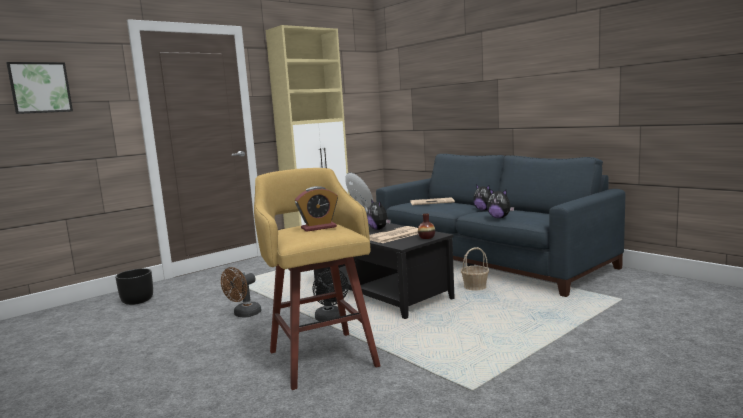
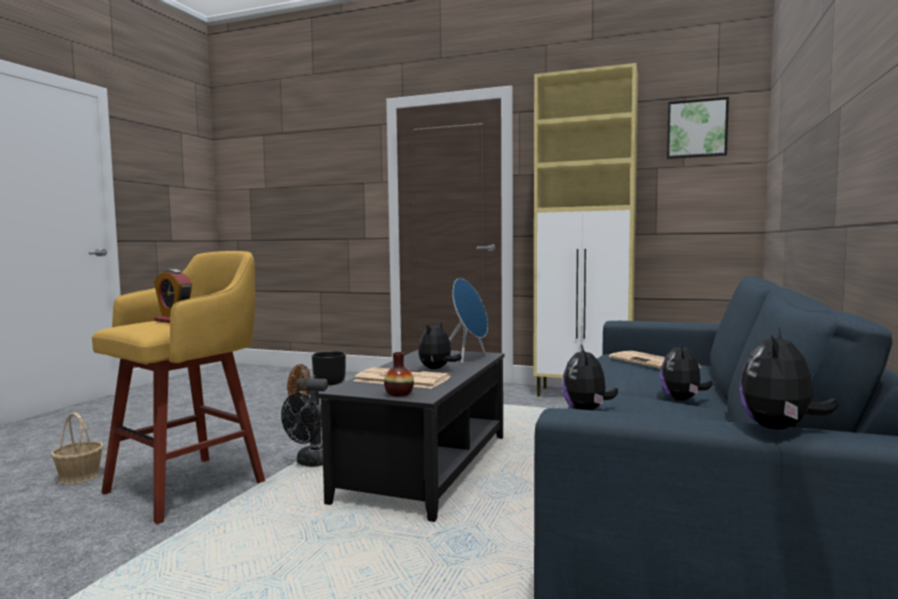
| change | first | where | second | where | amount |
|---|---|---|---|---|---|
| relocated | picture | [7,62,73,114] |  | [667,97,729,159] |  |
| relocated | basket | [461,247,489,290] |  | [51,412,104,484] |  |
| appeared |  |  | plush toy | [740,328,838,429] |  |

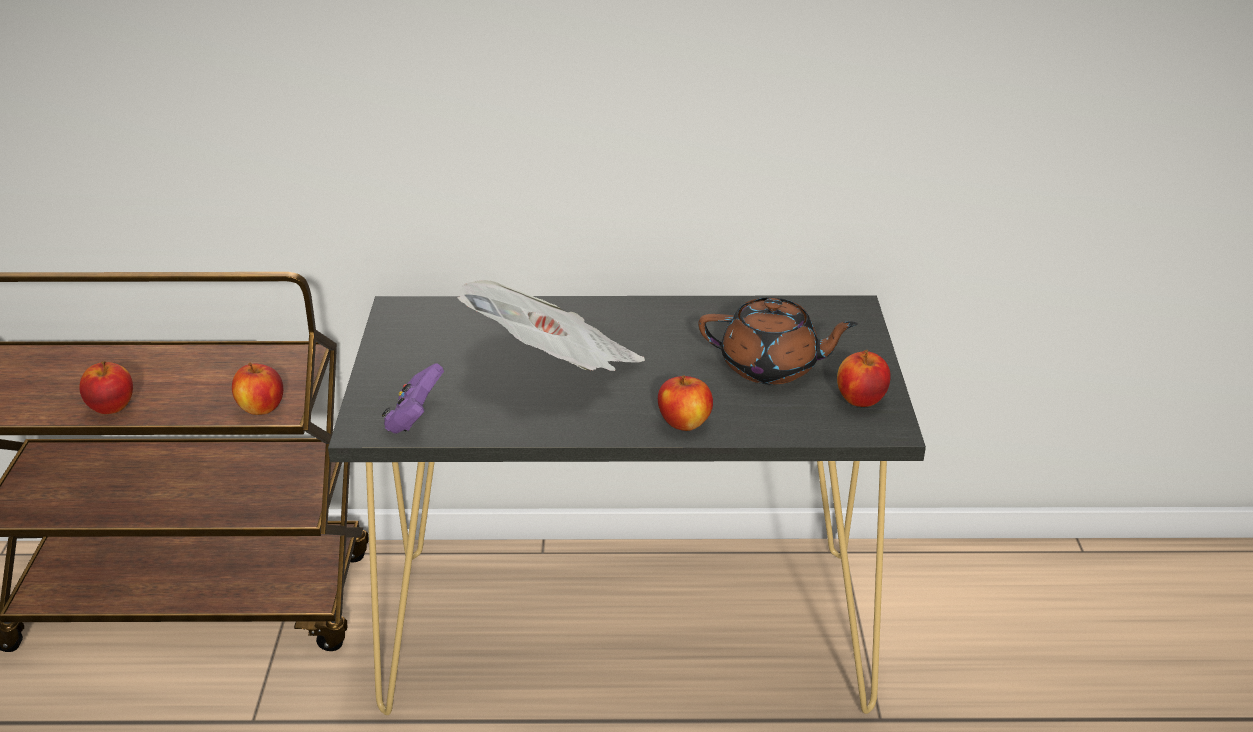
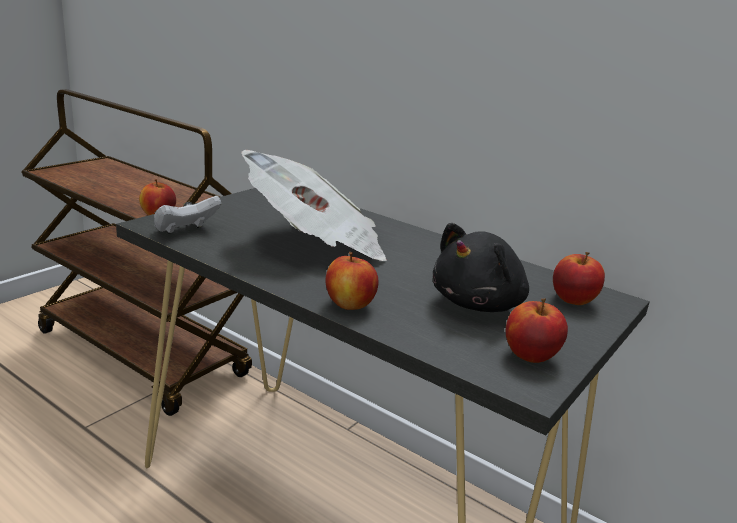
| change | first | where | second | where | amount |
|---|---|---|---|---|---|
| relocated | apple | [79,361,133,414] |  | [553,252,605,305] |  |
| colour | game controller (purple) | [382,364,444,434] | game controller (white) | [154,196,221,234] |  |
| exchanged | teapot (brown) | [699,298,858,385] | plush toy (black) | [433,223,529,312] |  |

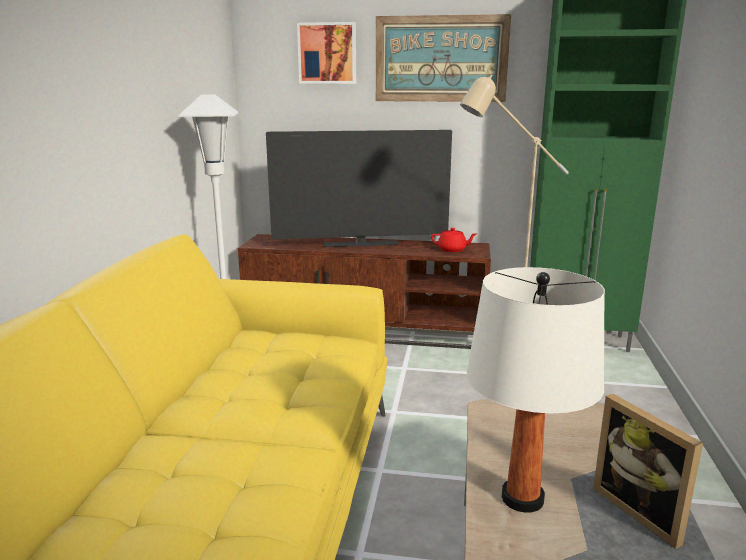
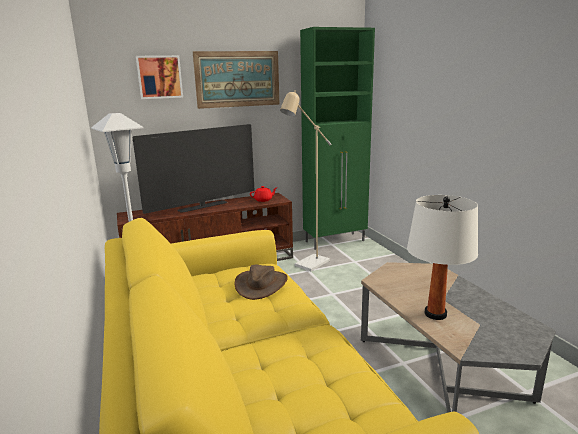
| change | first | where | second | where | amount |
|---|---|---|---|---|---|
| missing | picture frame | [593,394,703,549] |  |  |  |
| appeared |  |  | hat (brown) | [235,265,288,300] |  |

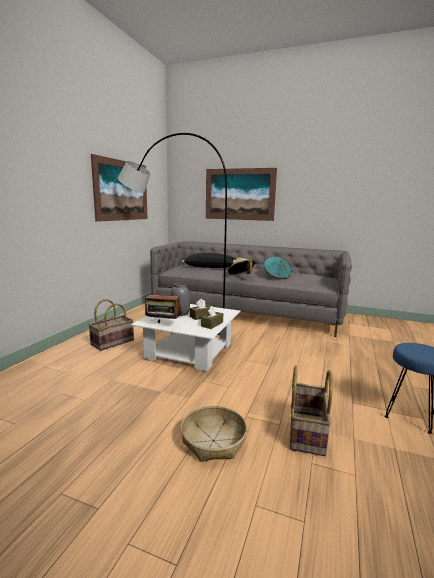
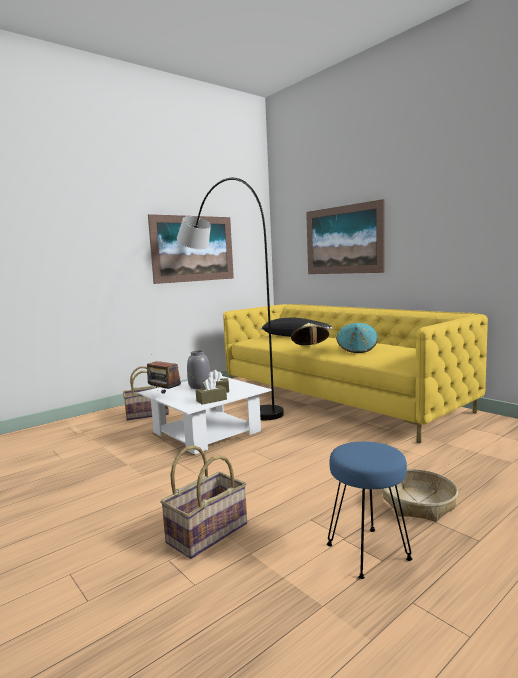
| change | first | where | second | where | amount |
|---|---|---|---|---|---|
| colour | sofa (grey) | [150,241,352,337] | sofa (yellow) | [223,304,488,443] |  |
| relocated | basket | [181,406,247,462] |  | [382,469,458,522] |  |

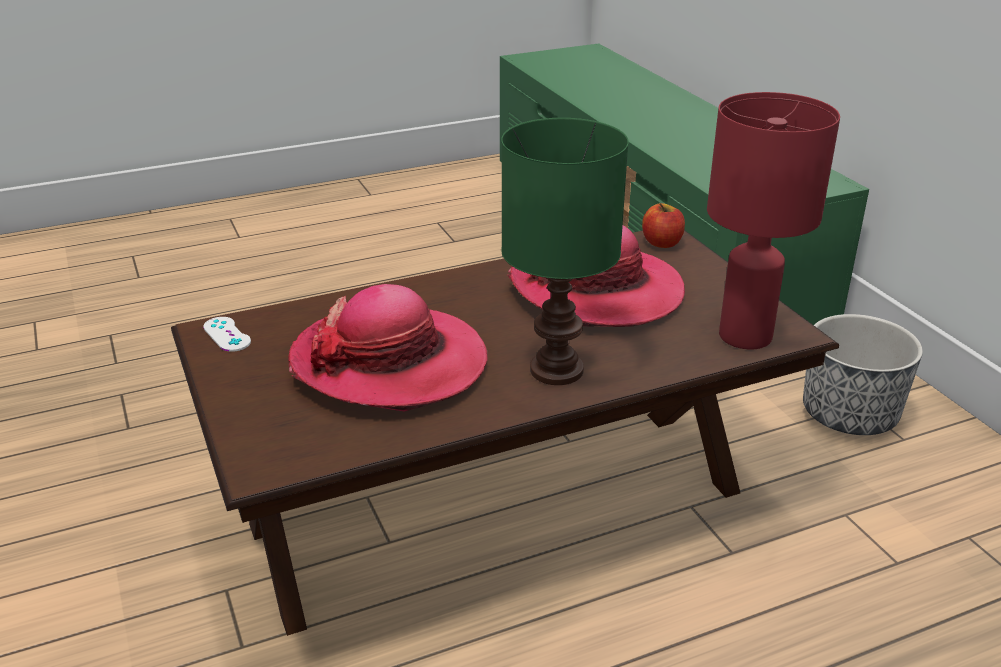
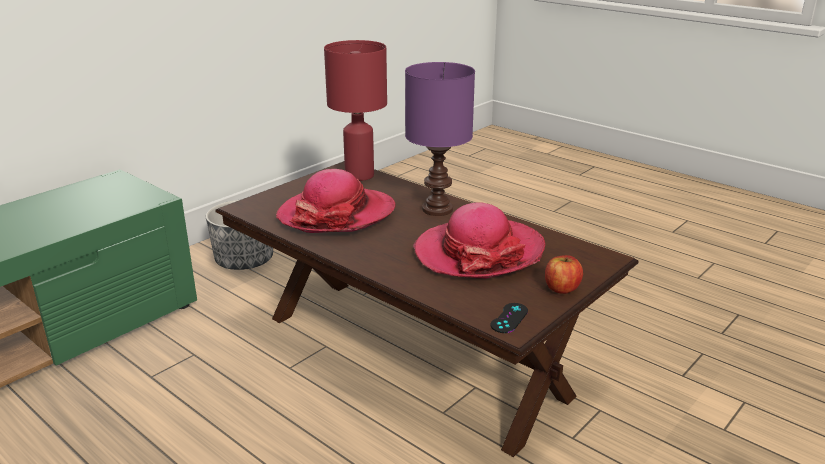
| change | first | where | second | where | amount |
|---|---|---|---|---|---|
| colour | game controller (white) | [203,317,251,352] | game controller (black) | [491,303,528,333] |  |
| colour | table lamp (green) | [501,118,629,385] | table lamp (purple) | [405,62,475,216] |  |
| relocated | apple | [642,203,685,248] |  | [545,255,583,294] |  |

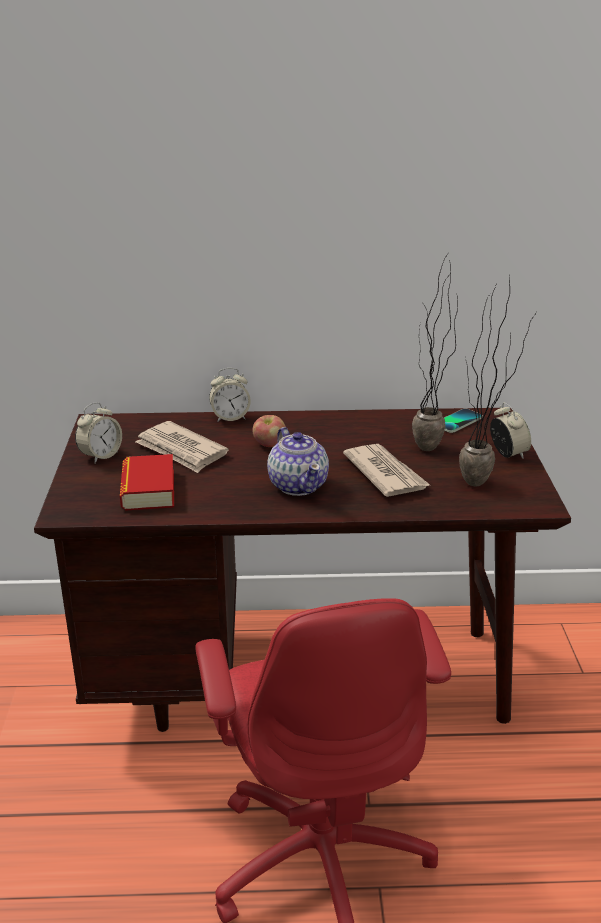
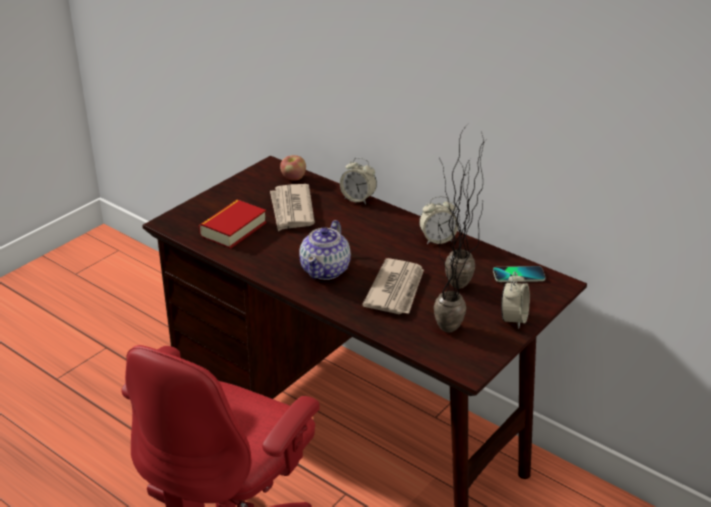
| change | first | where | second | where | amount |
|---|---|---|---|---|---|
| relocated | alarm clock | [75,402,122,464] |  | [419,196,458,244] |  |
| relocated | apple | [253,415,286,447] |  | [280,155,306,181] |  |

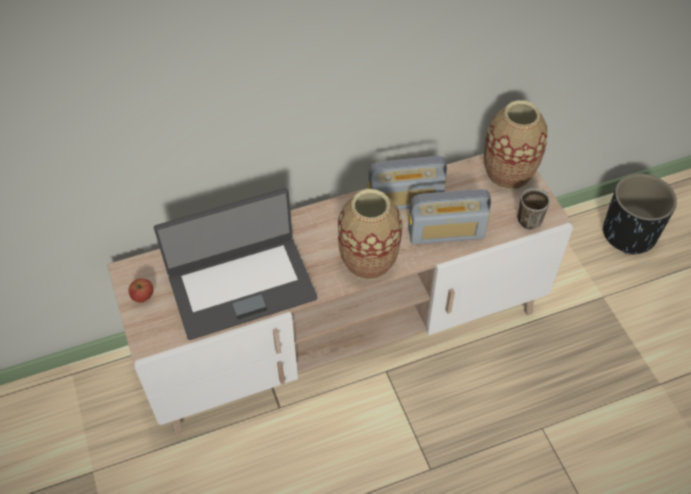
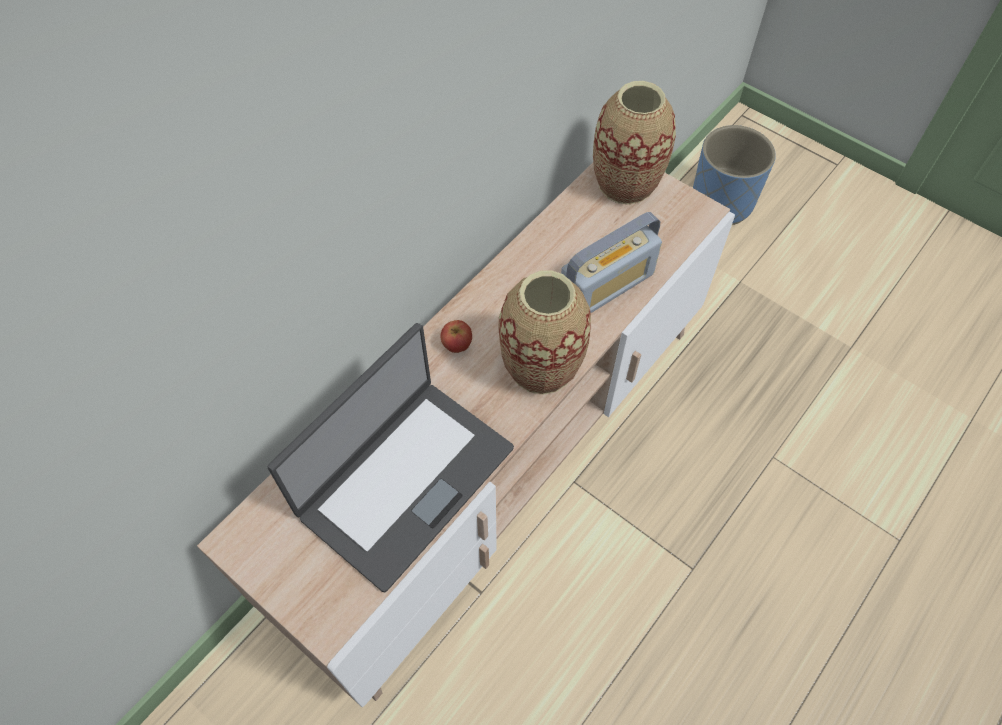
| change | first | where | second | where | amount |
|---|---|---|---|---|---|
| relocated | apple | [128,278,154,303] |  | [440,320,472,353] |  |
| missing | radio | [368,156,447,210] |  |  |  |
| missing | mug | [517,188,550,229] |  |  |  |
| colour | planter (black) | [603,173,677,255] | planter (blue) | [693,125,776,225] |  |

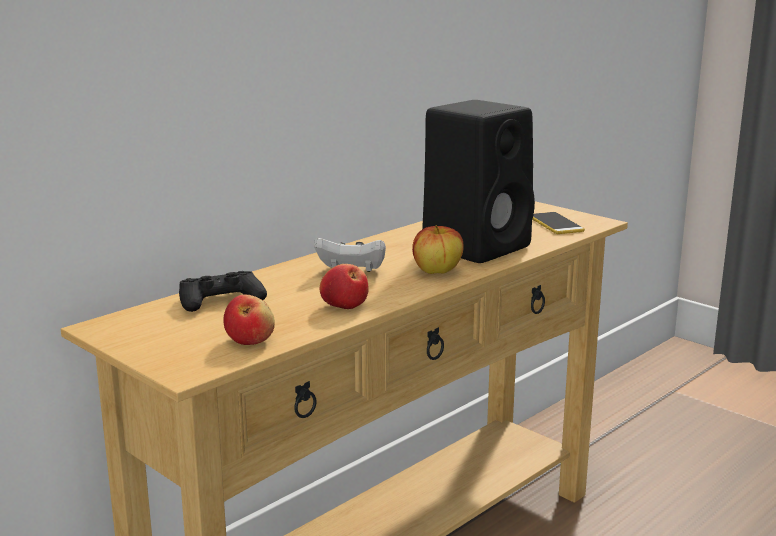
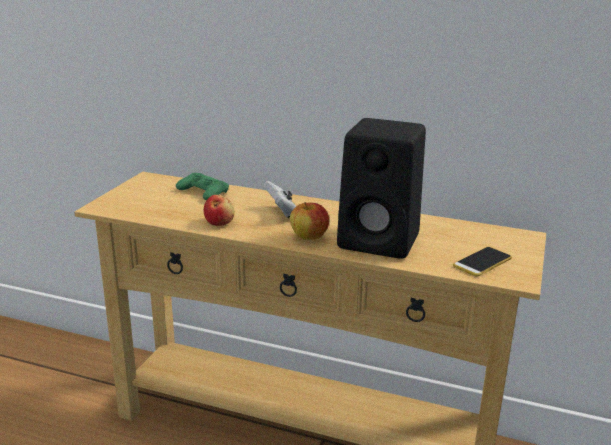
| change | first | where | second | where | amount |
|---|---|---|---|---|---|
| colour | game controller (black) | [179,271,267,312] | game controller (green) | [176,173,229,200] |  |
| missing | apple | [223,295,275,345] |  |  |  |

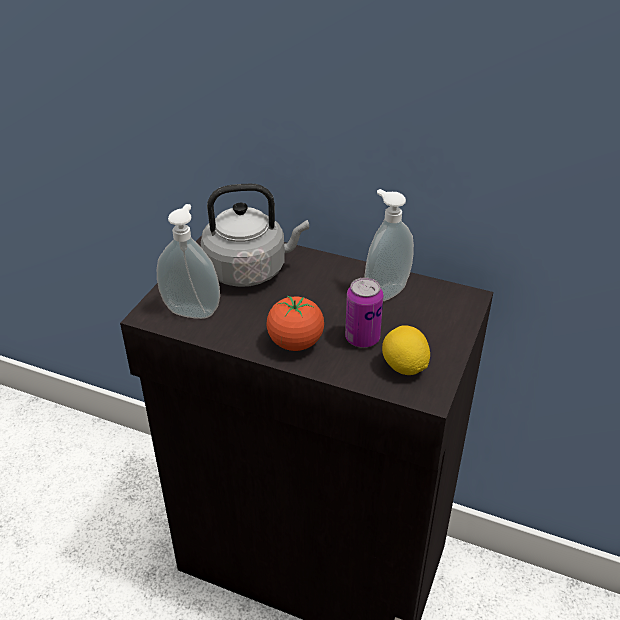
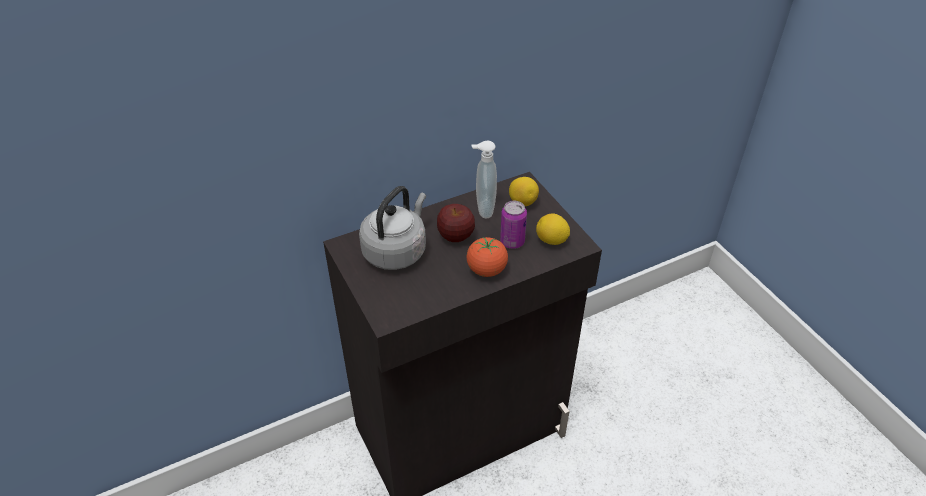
| change | first | where | second | where | amount |
|---|---|---|---|---|---|
| missing | soap dispenser | [157,204,220,319] |  |  |  |
| appeared |  |  | apple | [437,204,475,242] |  |
| appeared |  |  | lemon | [509,177,539,206] |  |

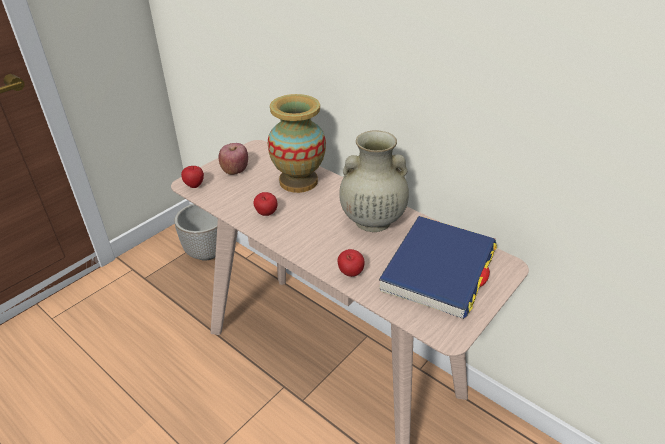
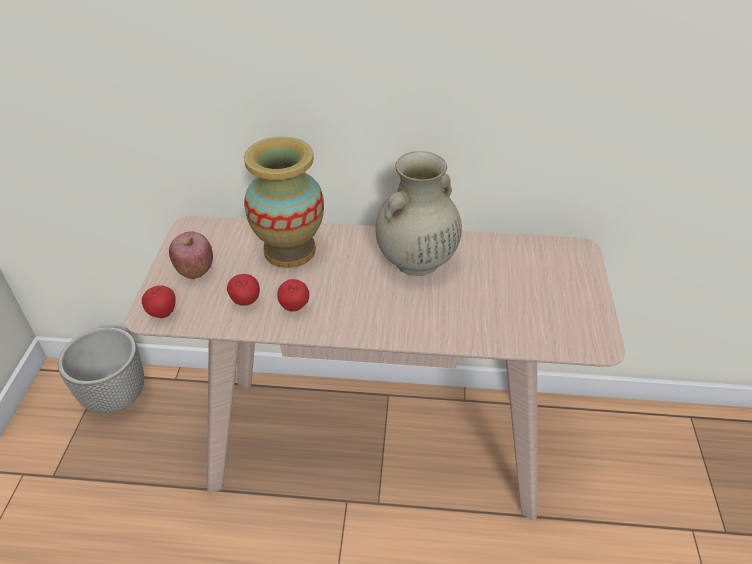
| change | first | where | second | where | amount |
|---|---|---|---|---|---|
| relocated | apple | [337,249,364,277] |  | [227,274,260,305] |  |
| missing | book (blue) | [379,216,497,319] |  |  |  |

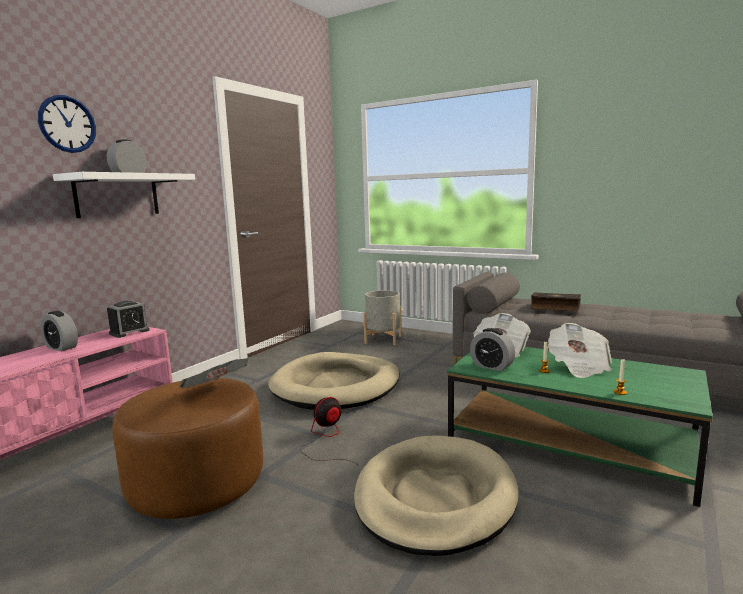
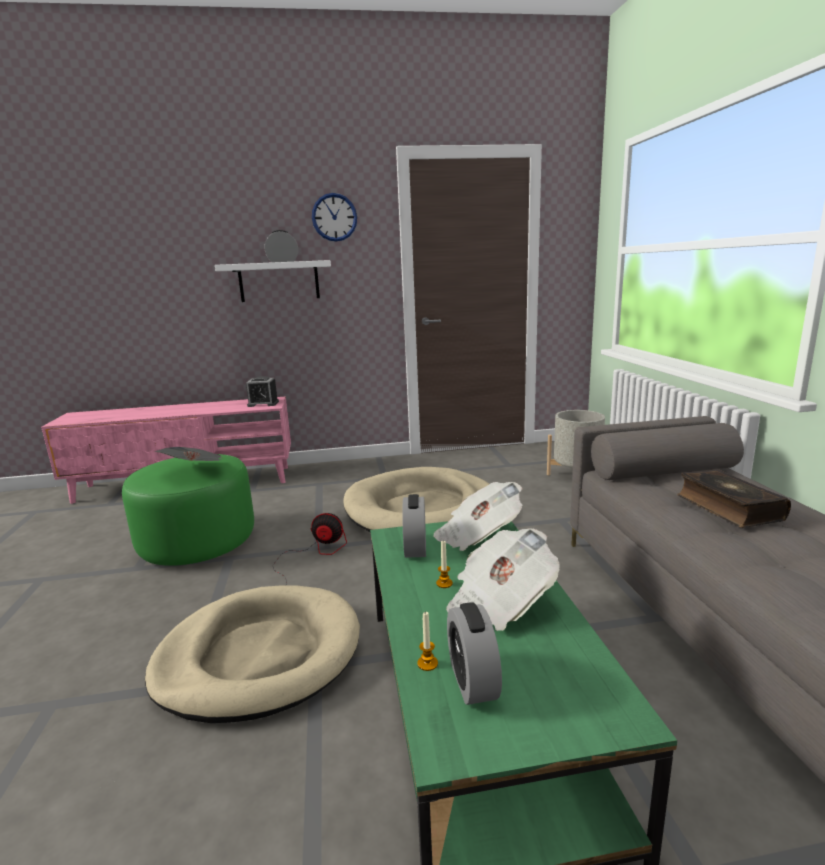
| change | first | where | second | where | amount |
|---|---|---|---|---|---|
| relocated | wall clock | [38,95,96,153] |  | [312,193,357,242] |  |
| relocated | alarm clock | [41,311,78,351] |  | [447,602,502,705] |  |
| colour | ottoman (brown) | [112,378,263,519] | ottoman (green) | [122,454,254,566] |  |

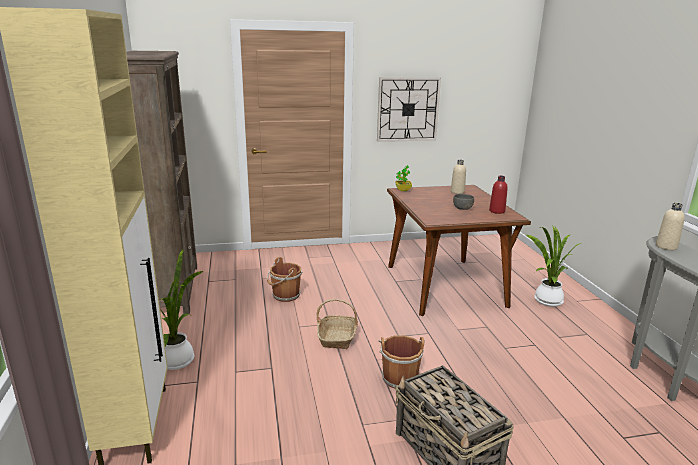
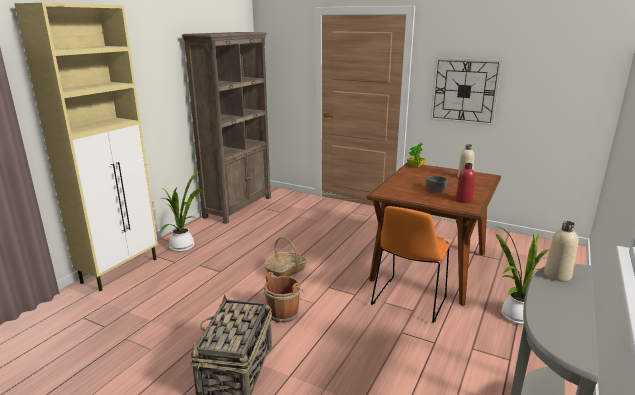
| change | first | where | second | where | amount |
|---|---|---|---|---|---|
| missing | bucket (brown) | [267,257,303,302] |  |  |  |
| appeared |  |  | chair (orange) | [371,206,449,323] |  |

